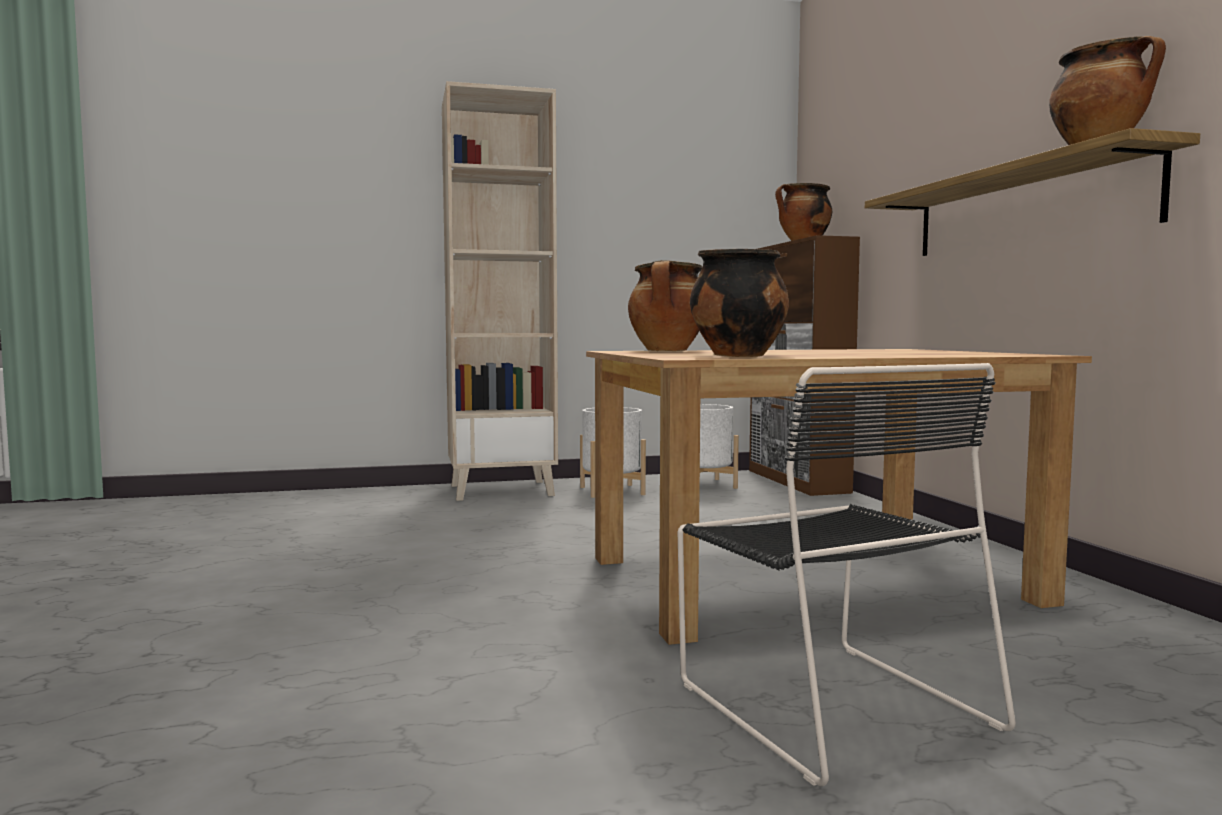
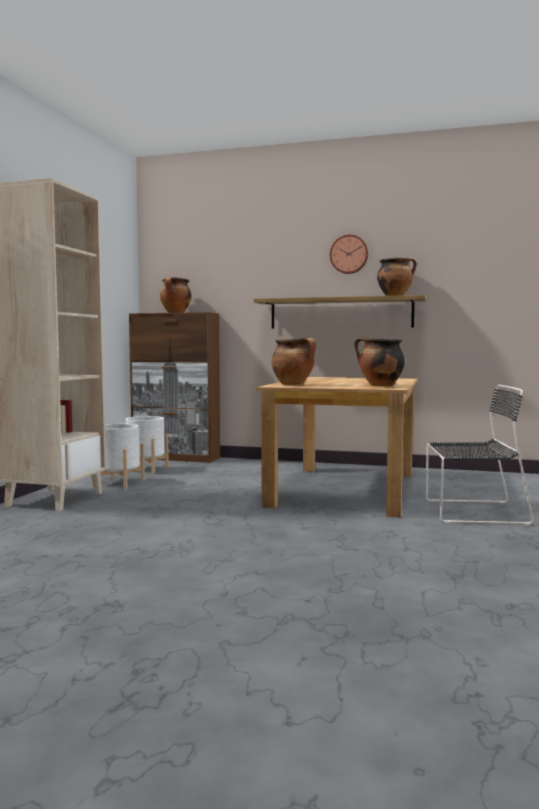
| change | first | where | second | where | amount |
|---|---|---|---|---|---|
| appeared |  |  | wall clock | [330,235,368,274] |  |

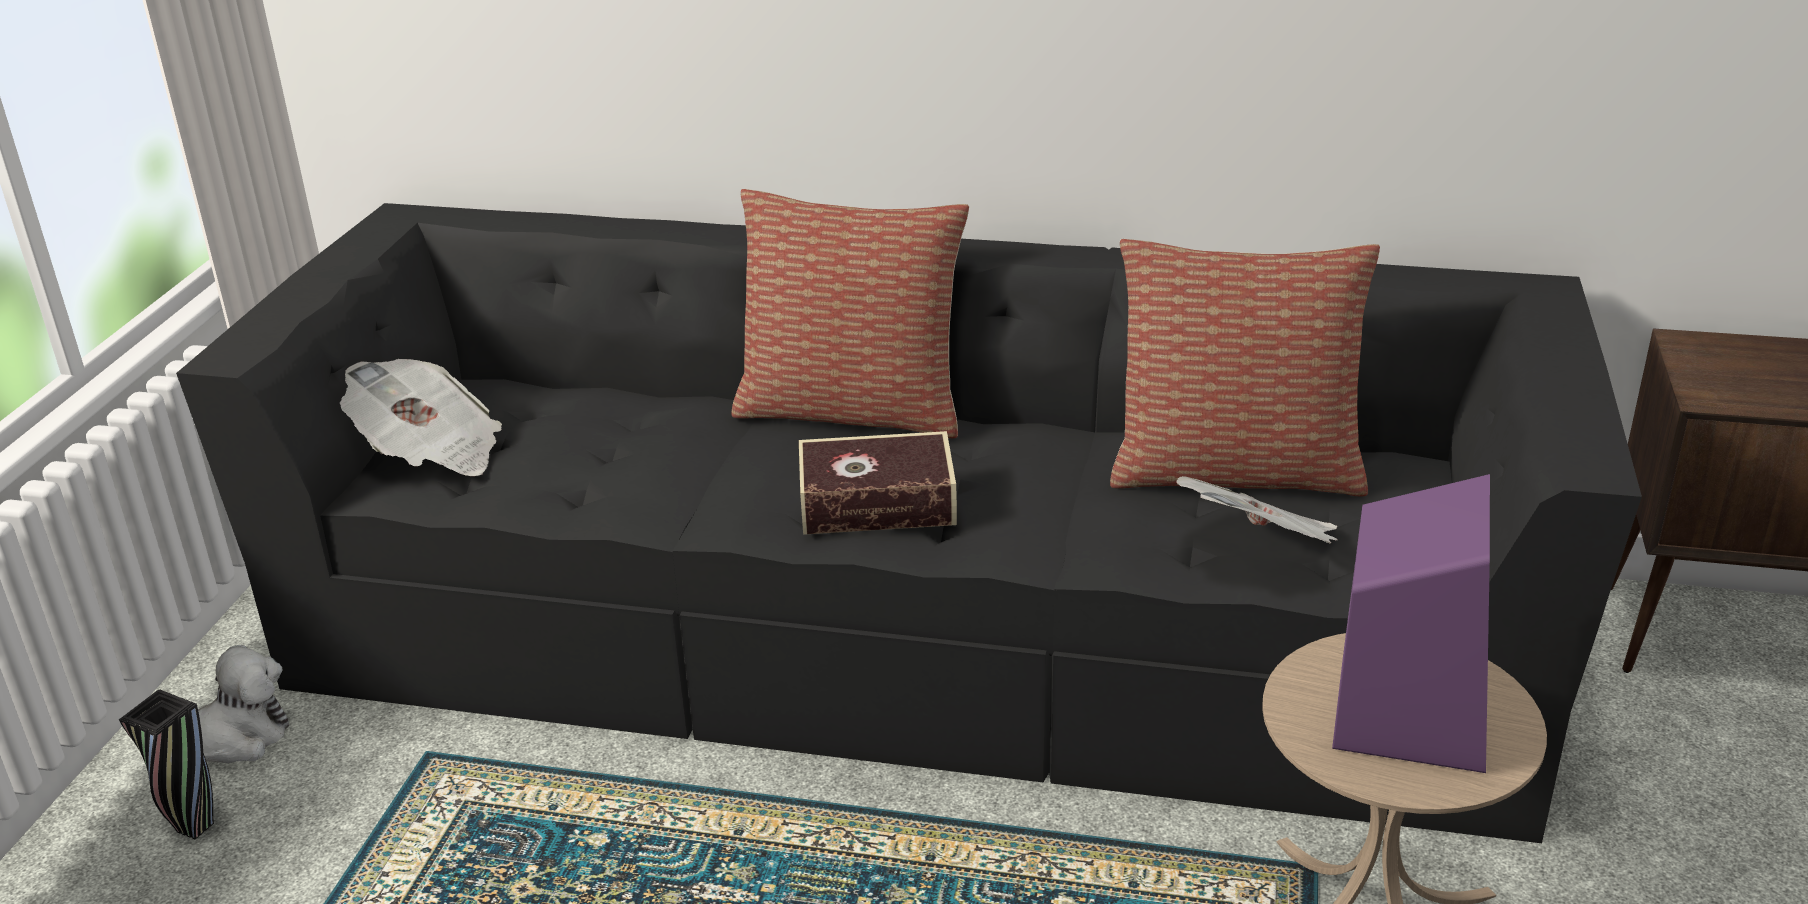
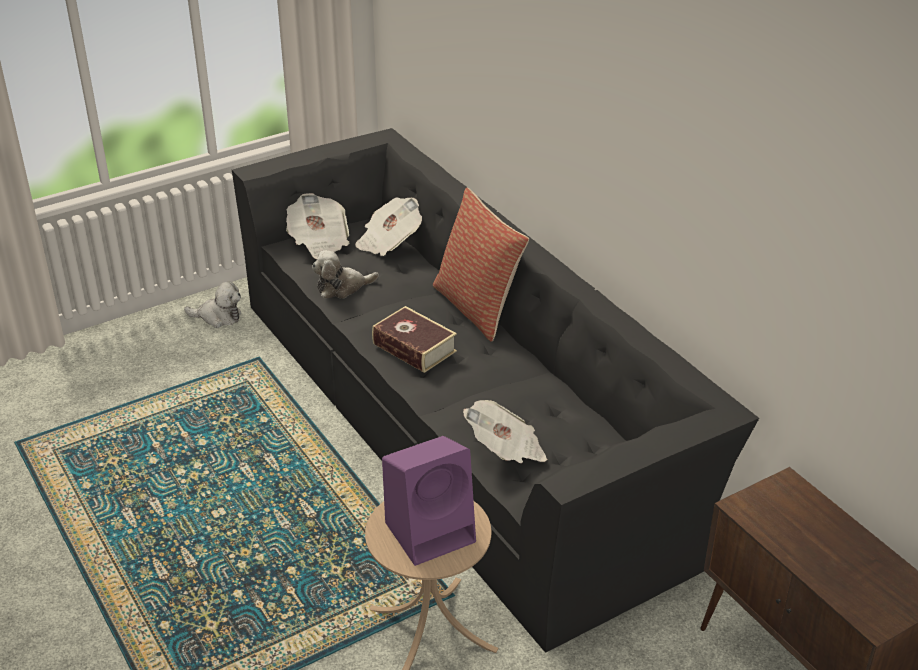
| change | first | where | second | where | amount |
|---|---|---|---|---|---|
| missing | vase (black) | [119,690,214,840] |  |  |  |
| missing | pillow | [1110,239,1380,497] |  |  |  |
| appeared |  |  | plush toy | [312,250,379,299] |  |
| appeared |  |  | newspaper | [355,197,422,256] |  |

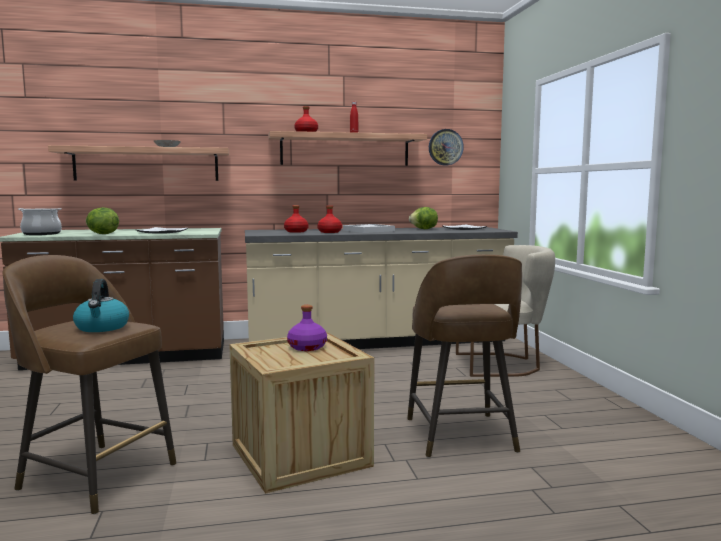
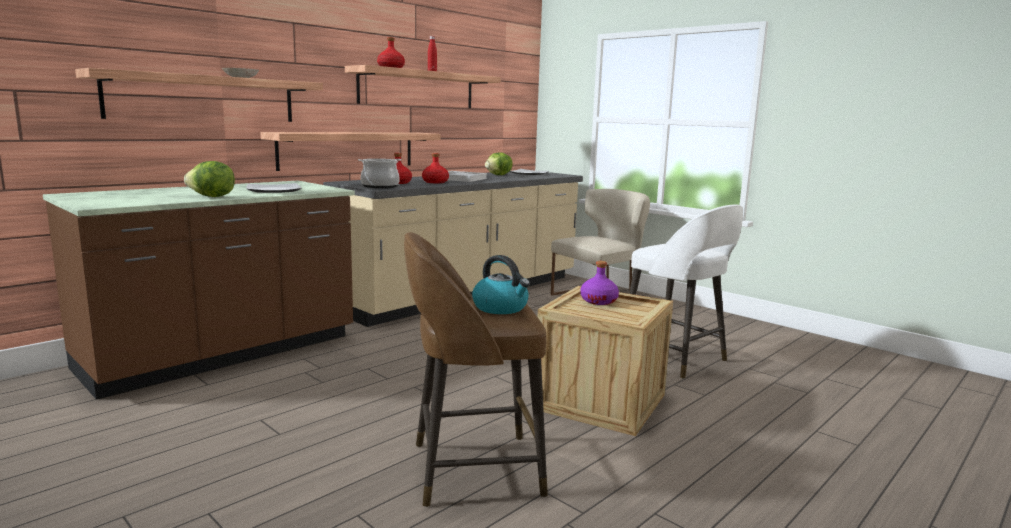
| change | first | where | second | where | amount |
|---|---|---|---|---|---|
| relocated | cooking pot | [18,208,62,235] |  | [358,159,401,188] |  |
| colour | stool (brown) | [407,254,522,457] | stool (white) | [629,204,743,379] |  |
| missing | wall clock | [429,129,464,166] |  |  |  |
| appeared |  |  | shelf | [260,132,440,171] |  |

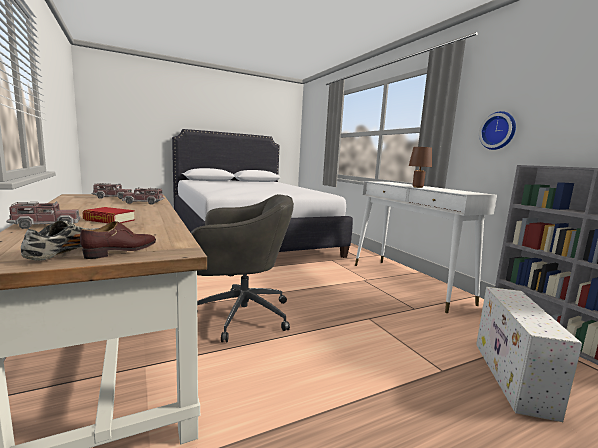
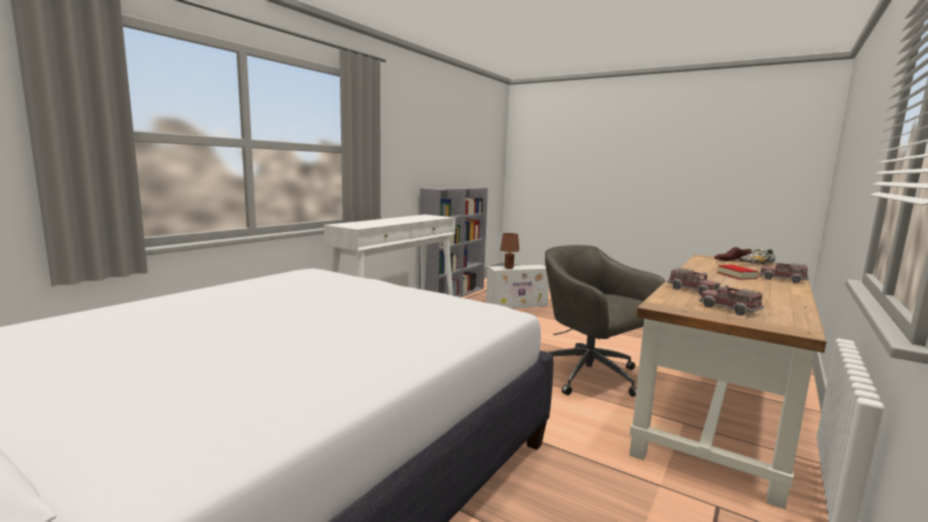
| change | first | where | second | where | amount |
|---|---|---|---|---|---|
| relocated | table lamp (brown) | [409,147,432,188] |  | [500,233,519,269] |  |
| missing | wall clock | [479,111,516,150] |  |  |  |

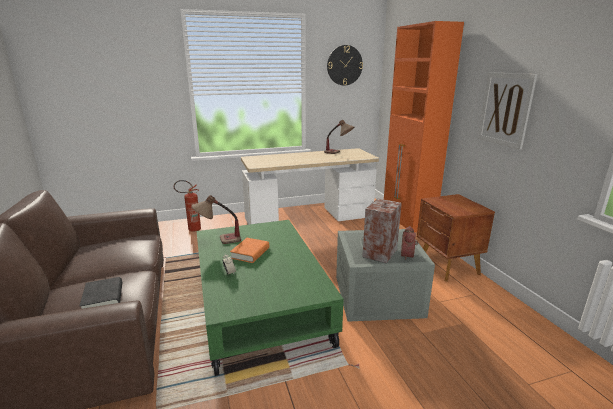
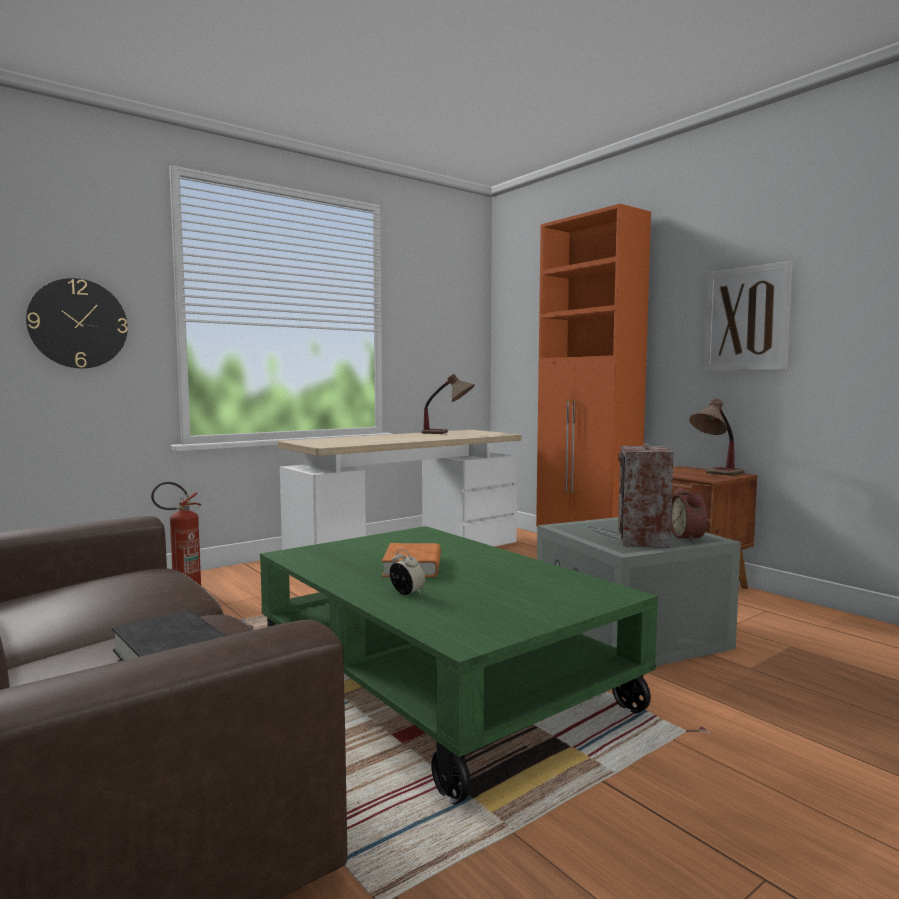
| change | first | where | second | where | amount |
|---|---|---|---|---|---|
| relocated | table lamp | [192,195,241,244] |  | [689,398,745,476] |  |
| relocated | wall clock | [327,45,363,85] |  | [26,278,128,368] |  |

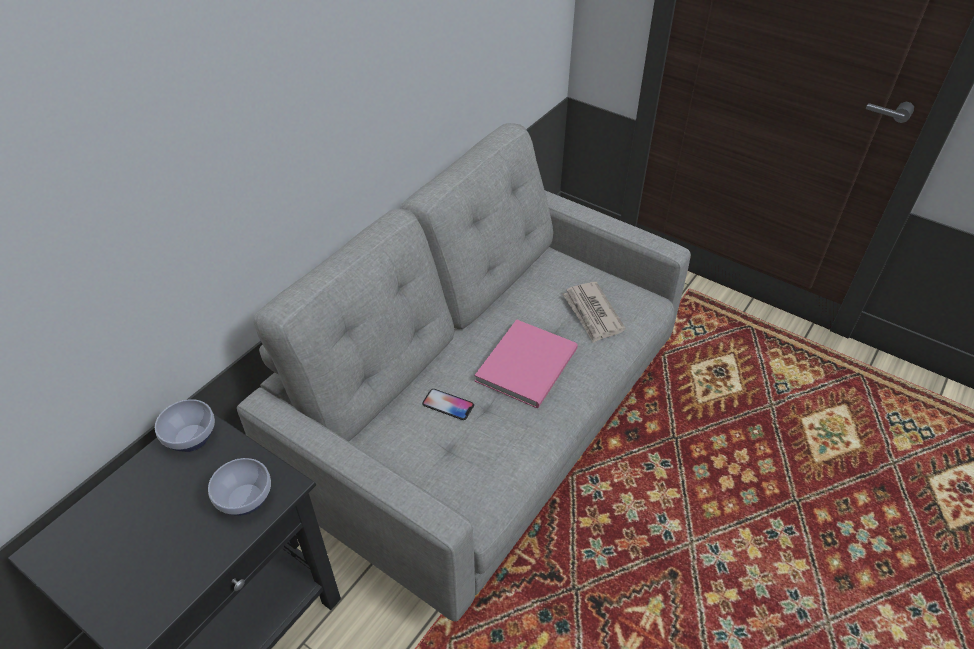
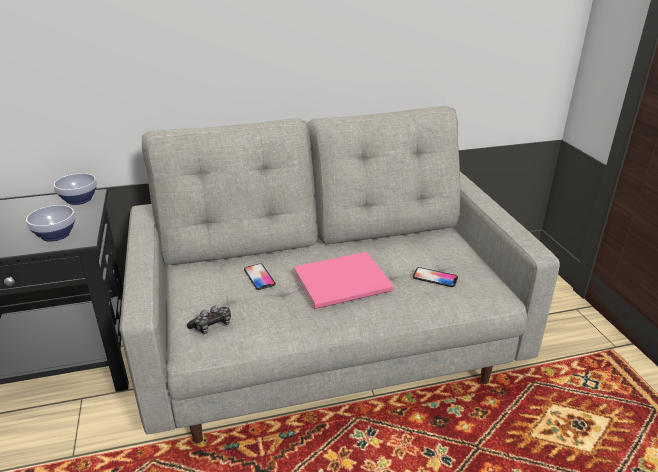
| change | first | where | second | where | amount |
|---|---|---|---|---|---|
| exchanged | newspaper | [562,282,626,343] | phone | [413,267,458,287] |  |
| appeared |  |  | game controller | [187,306,231,334] |  |

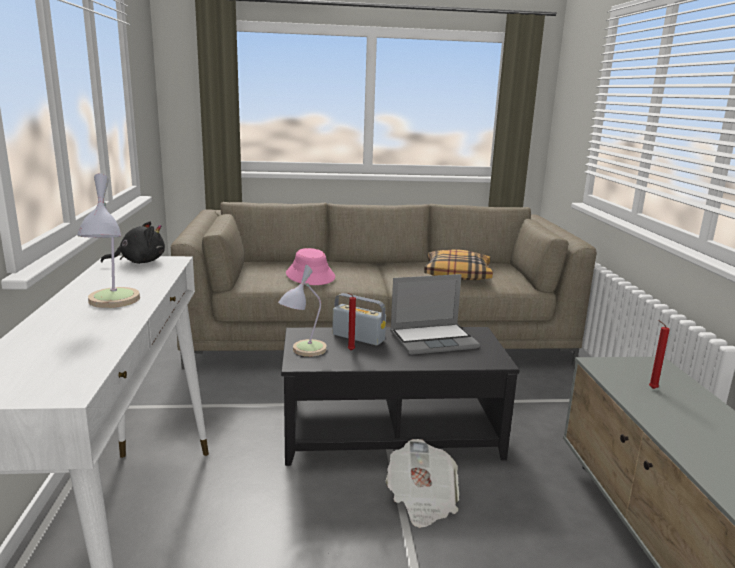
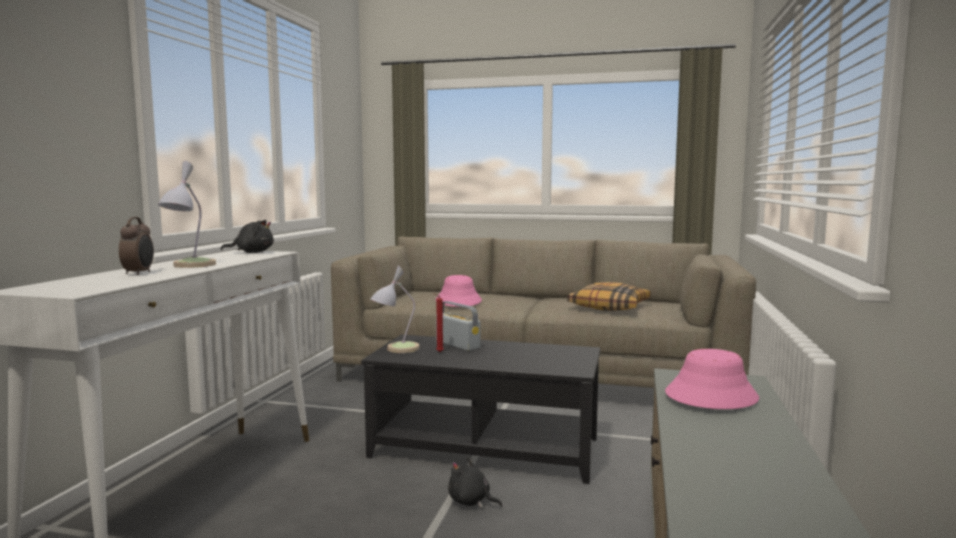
| change | first | where | second | where | amount |
|---|---|---|---|---|---|
| exchanged | newspaper | [385,439,459,528] | plush toy (black) | [448,457,503,508] |  |
| missing | laptop | [390,274,480,355] |  |  |  |
| exchanged | candle (red) | [649,320,670,389] | hat (pink) | [665,349,759,409] |  |
| appeared |  |  | alarm clock | [119,217,154,275] |  |

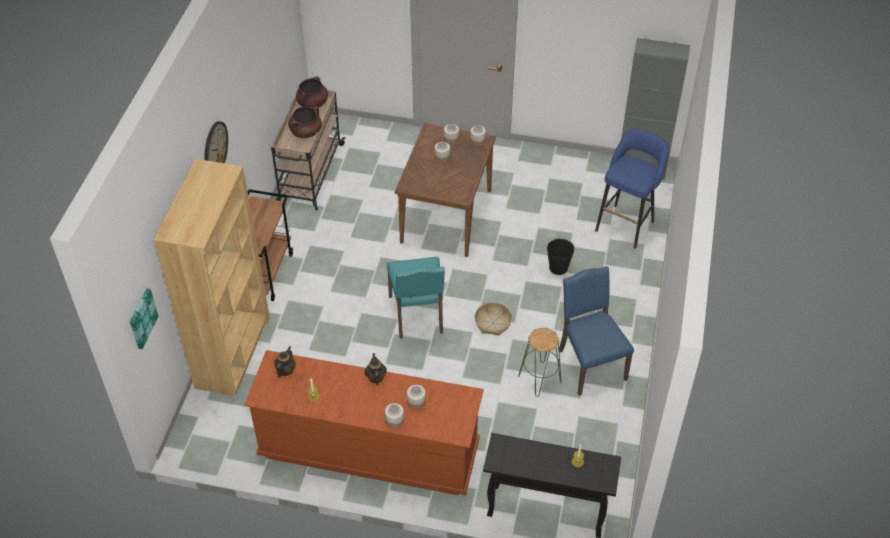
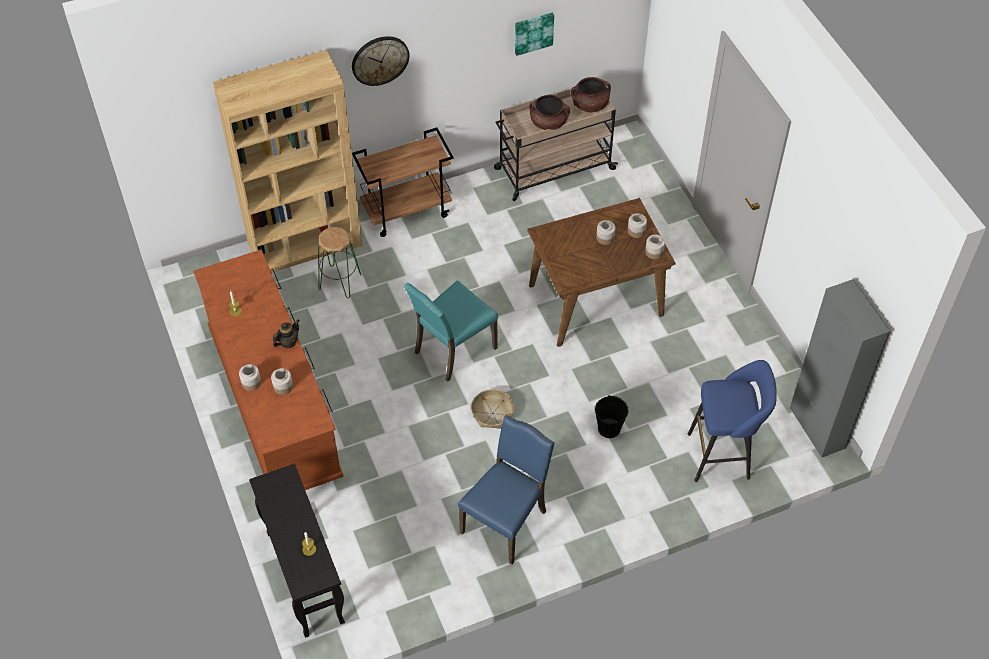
| change | first | where | second | where | amount |
|---|---|---|---|---|---|
| relocated | picture | [130,288,158,349] |  | [515,12,554,56] |  |
| missing | teapot | [274,346,296,377] |  |  |  |
| relocated | stool (green) | [518,328,561,397] |  | [318,227,361,298] |  |

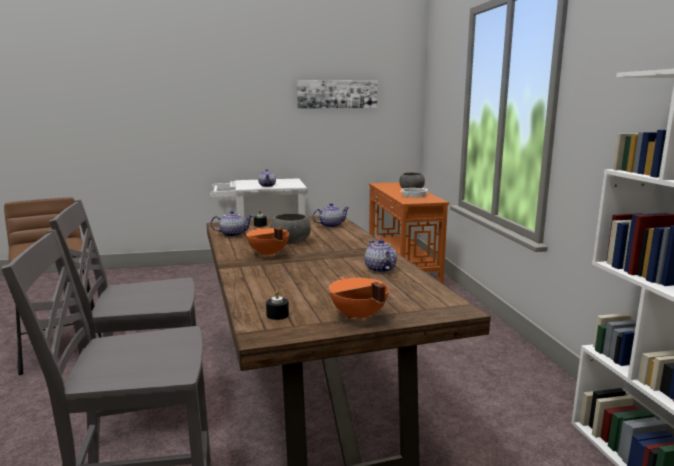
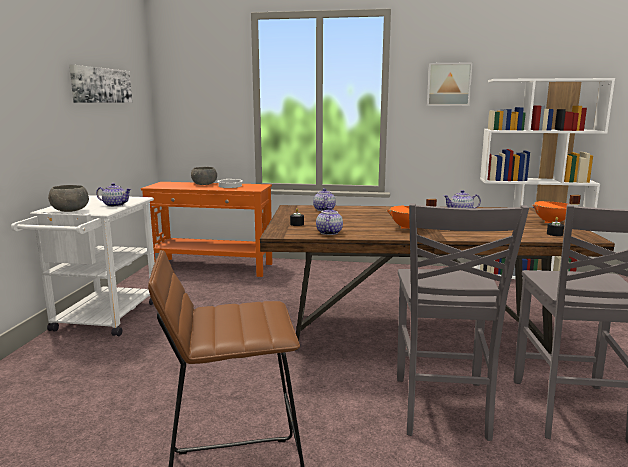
| change | first | where | second | where | amount |
|---|---|---|---|---|---|
| relocated | bowl (grey) | [270,213,311,244] |  | [48,185,89,212] |  |
| appeared |  |  | picture | [427,62,473,106] |  |

